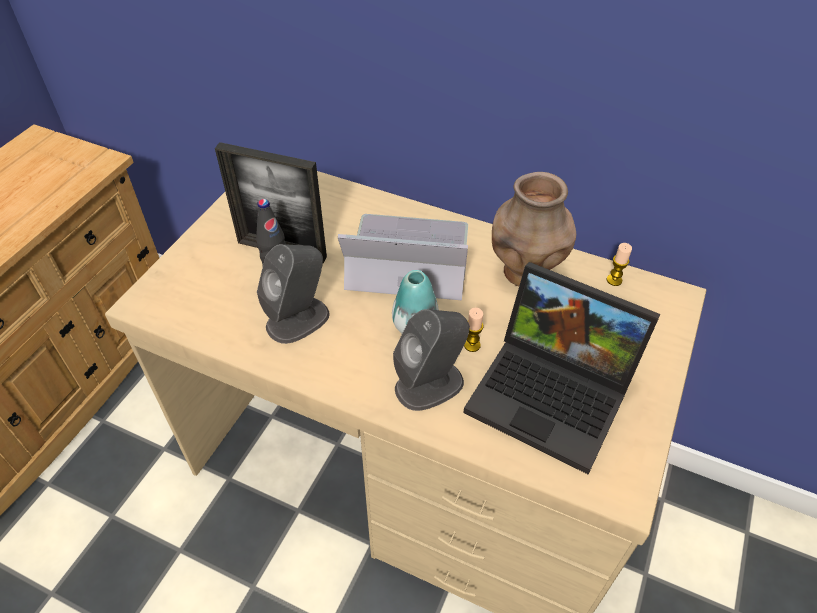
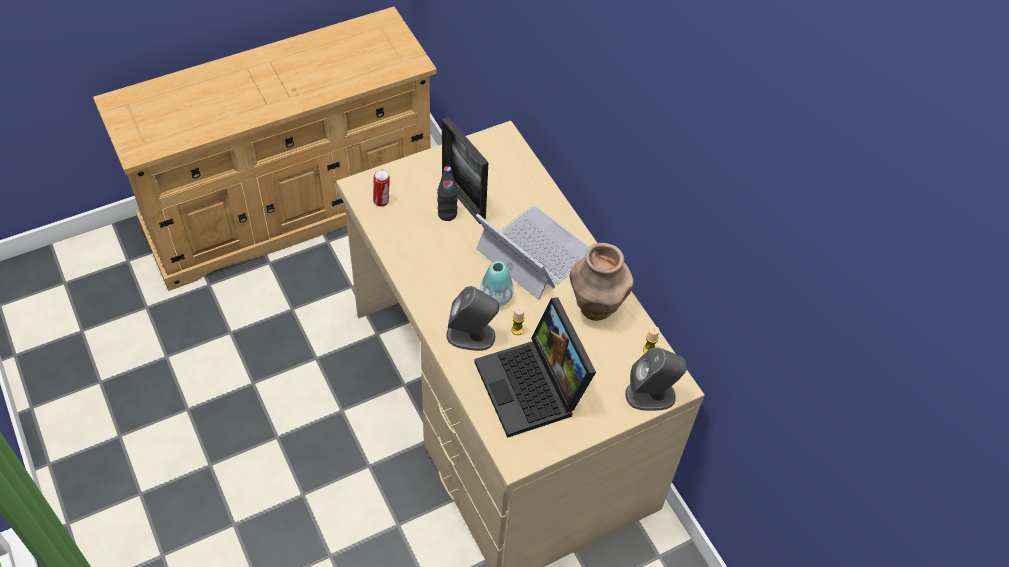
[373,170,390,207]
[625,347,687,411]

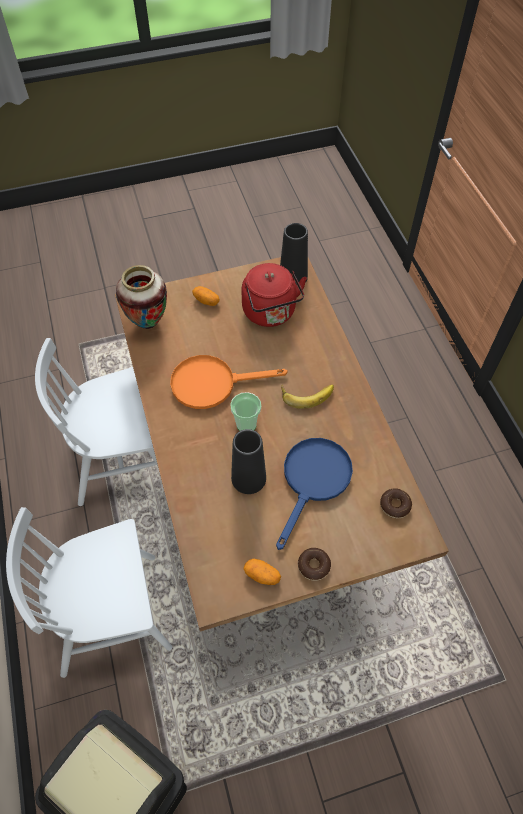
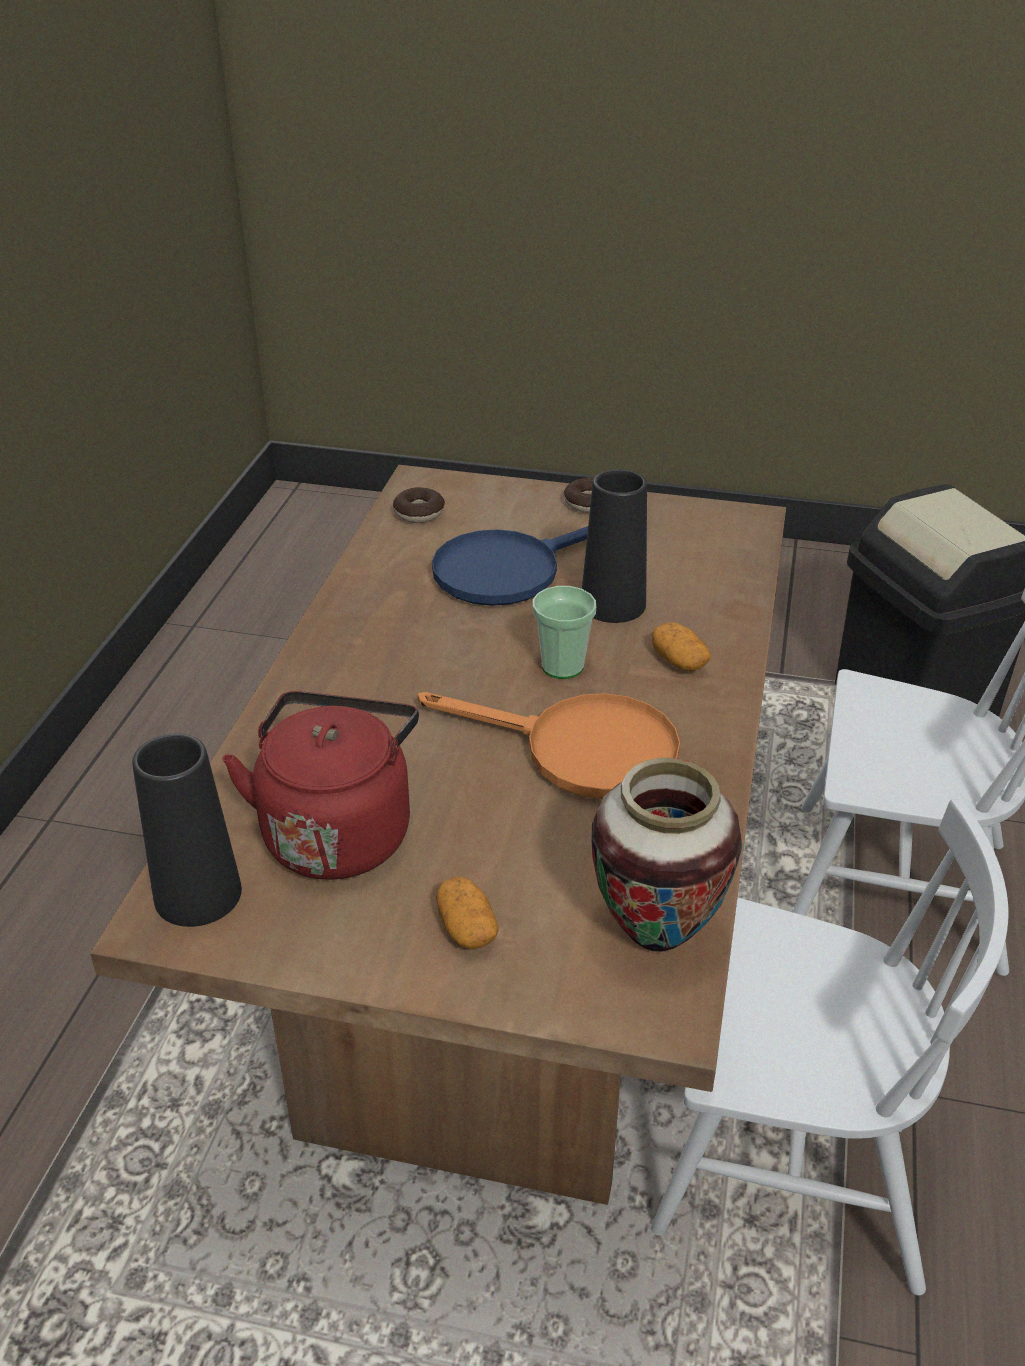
[281,384,334,409] (first image)
[652,622,710,671]

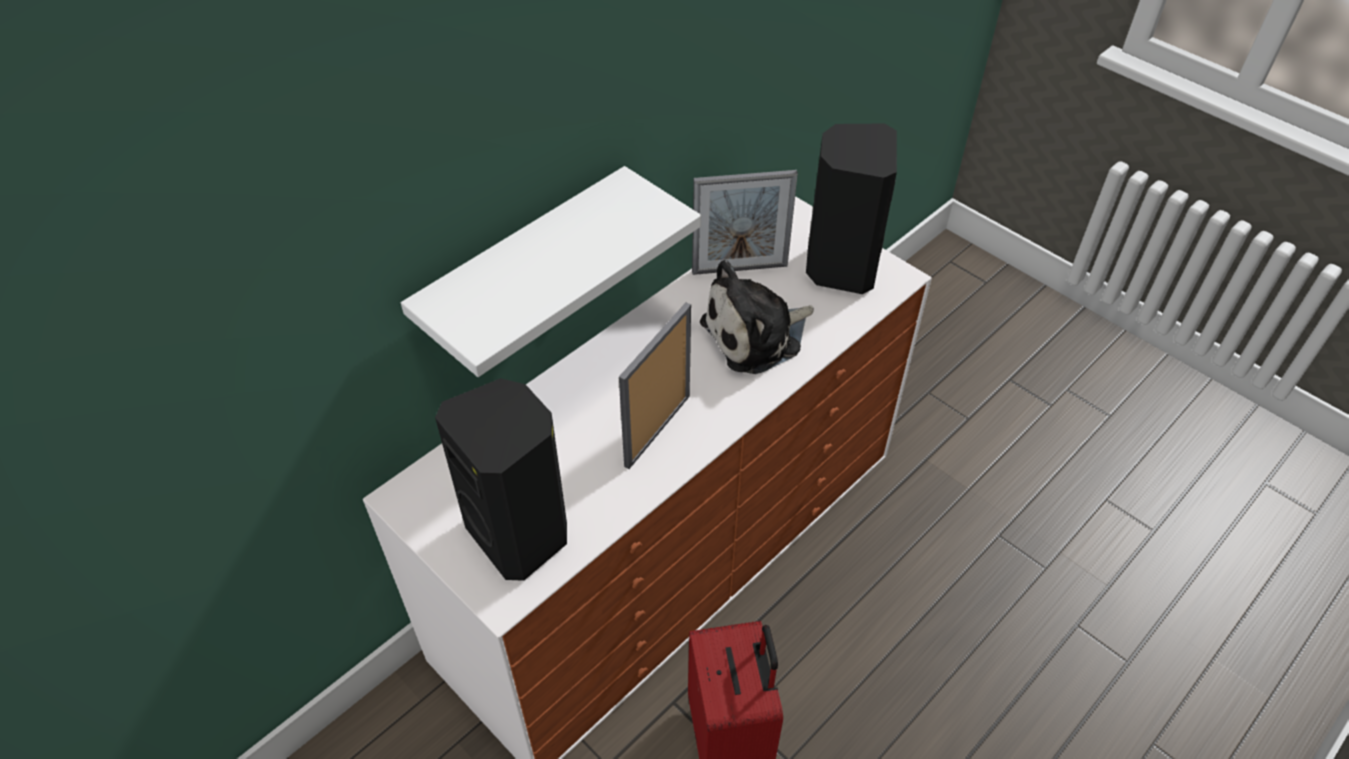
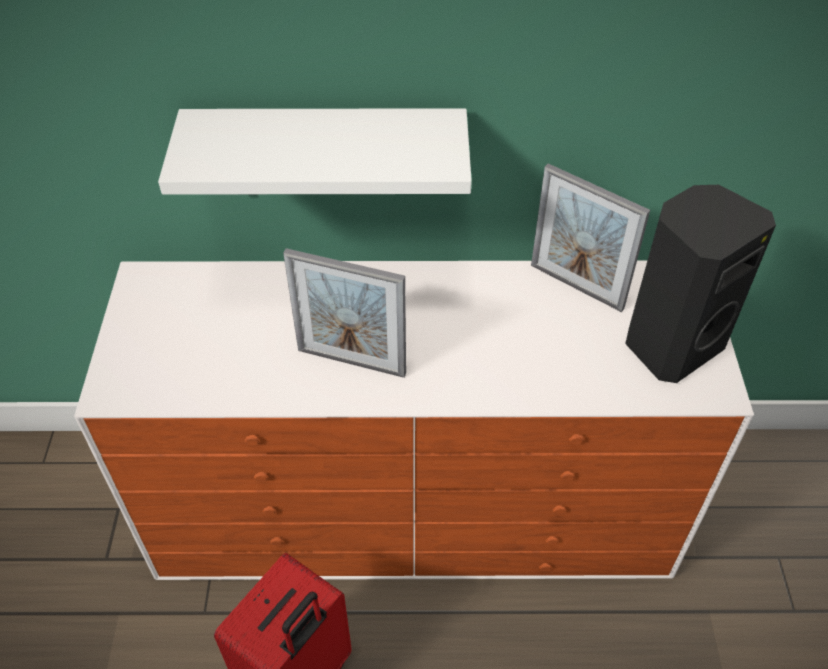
[435,378,567,581] (first image)
[700,260,814,374] (first image)
[283,248,406,378]

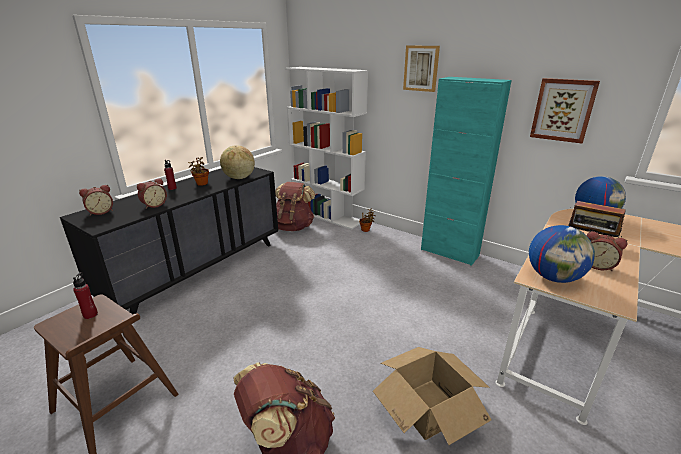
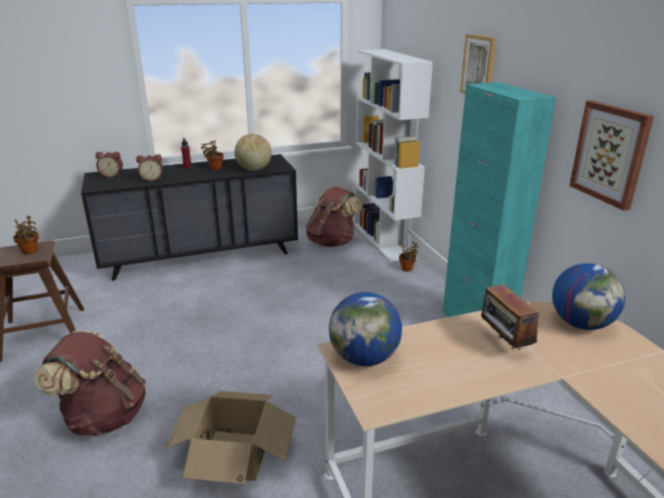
[587,231,628,272] (first image)
[13,216,39,254]

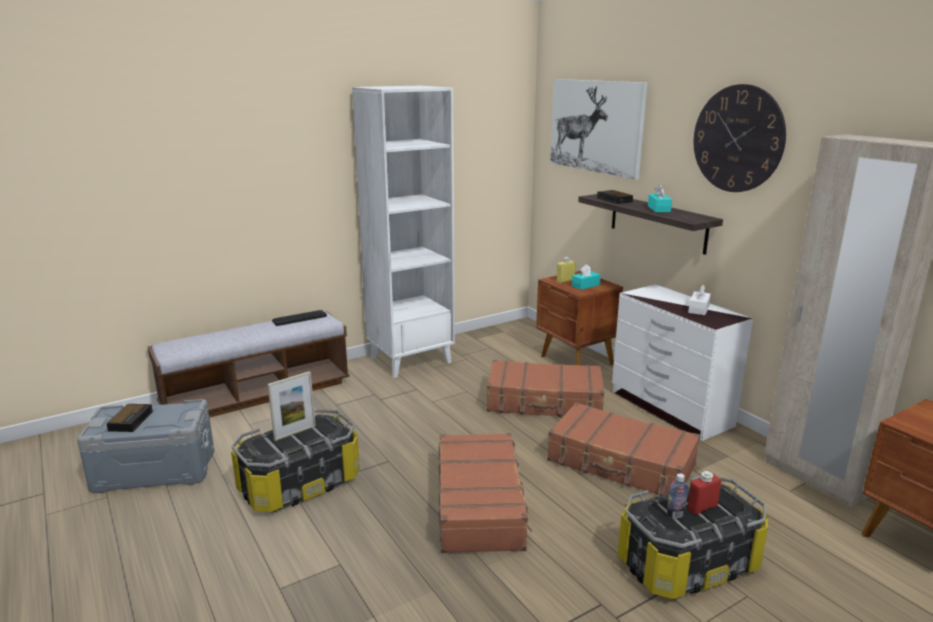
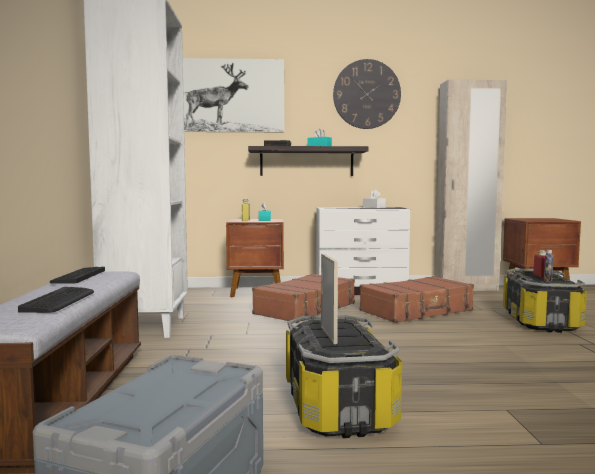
[106,404,153,432] (first image)
[439,433,532,553] (first image)
[18,287,94,313]

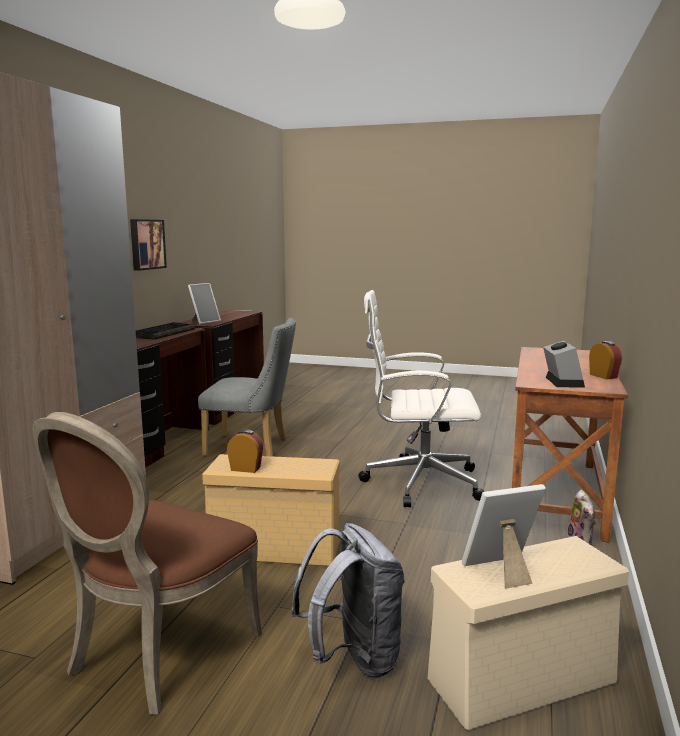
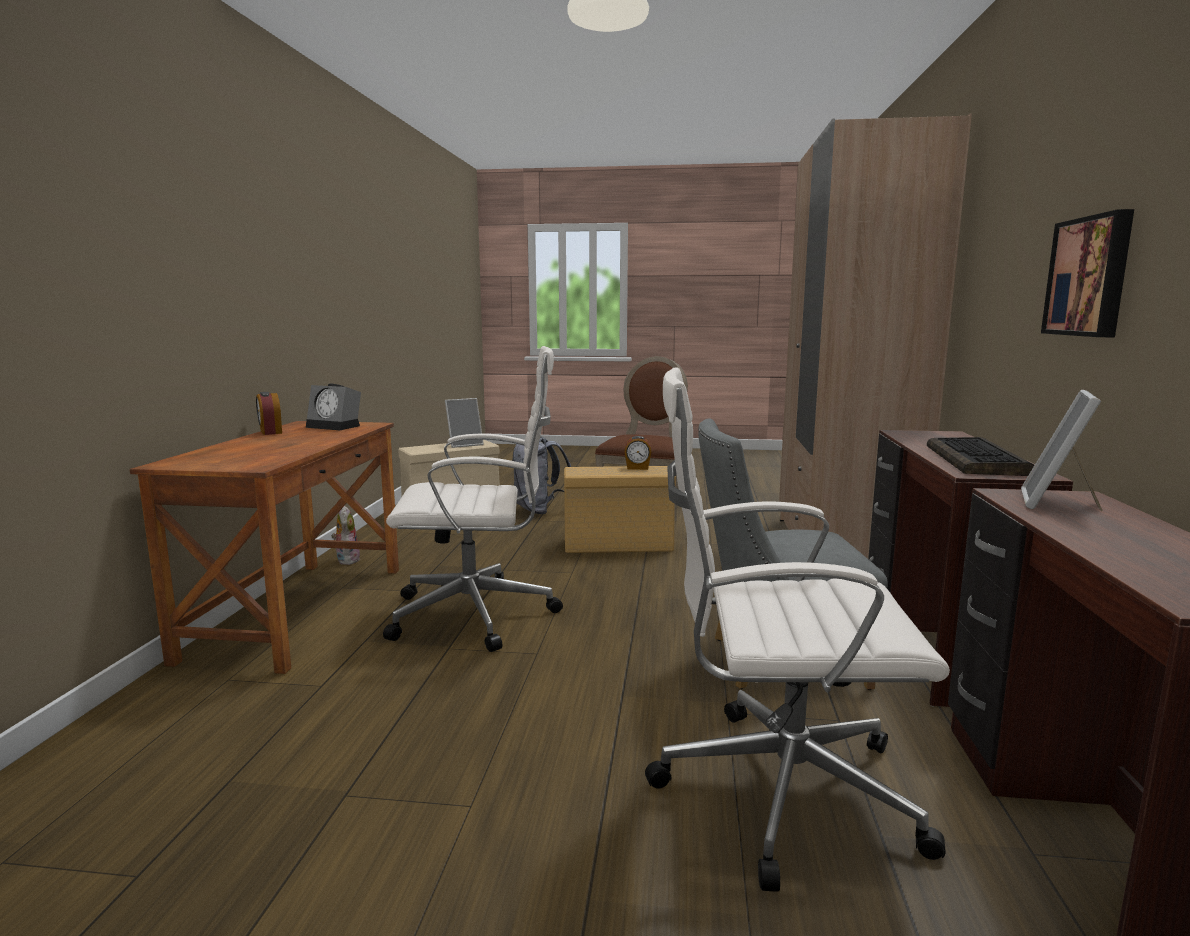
[645,367,950,892]
[306,384,361,430]

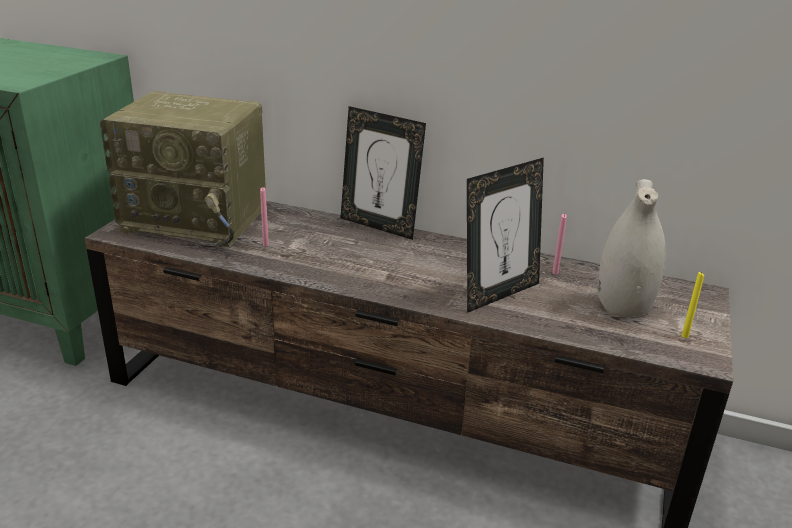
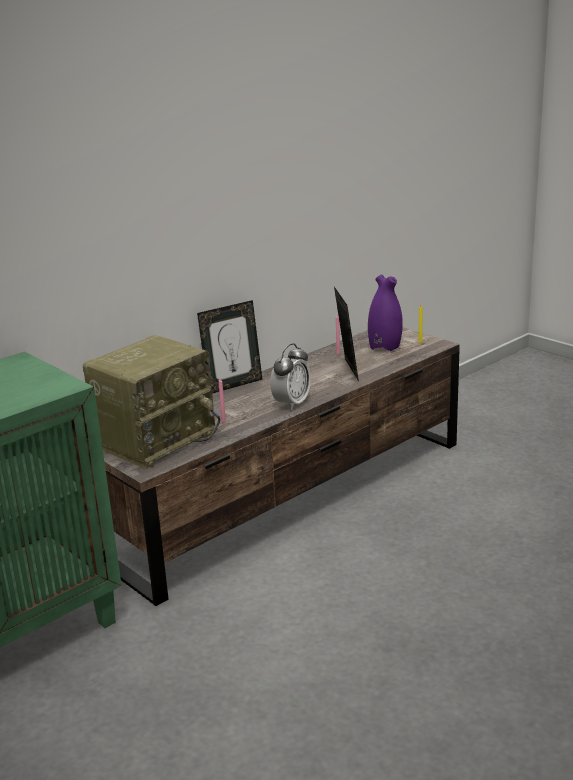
[270,343,311,410]
[368,274,403,351]

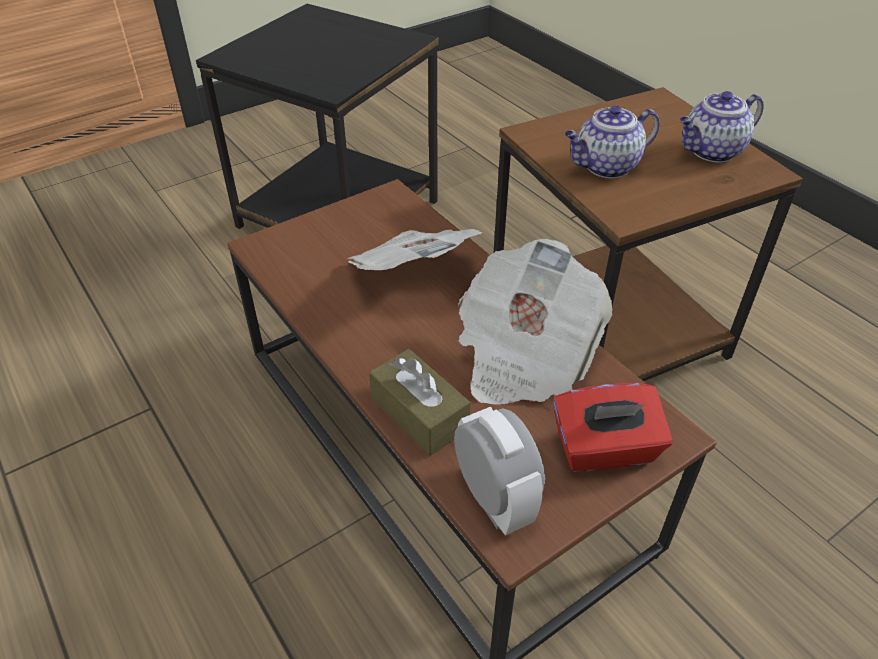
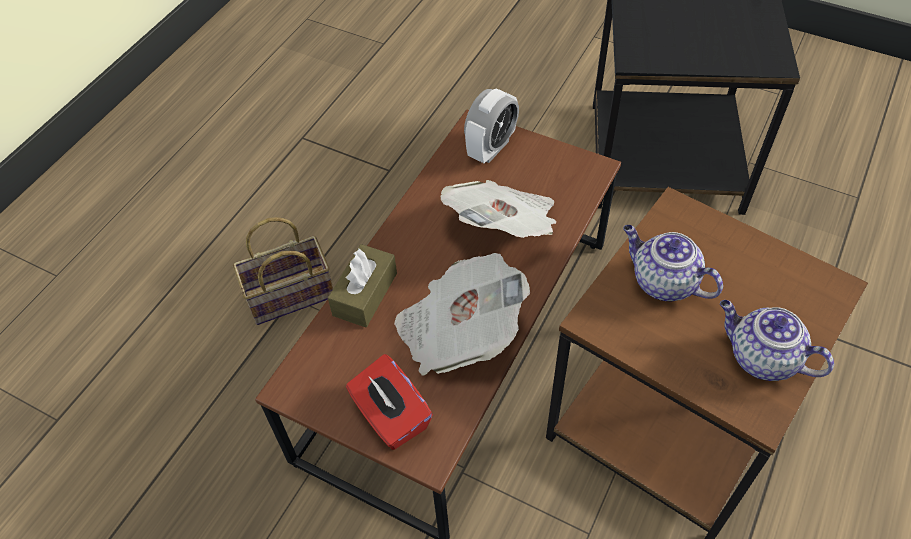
[233,217,333,325]
[464,89,519,163]

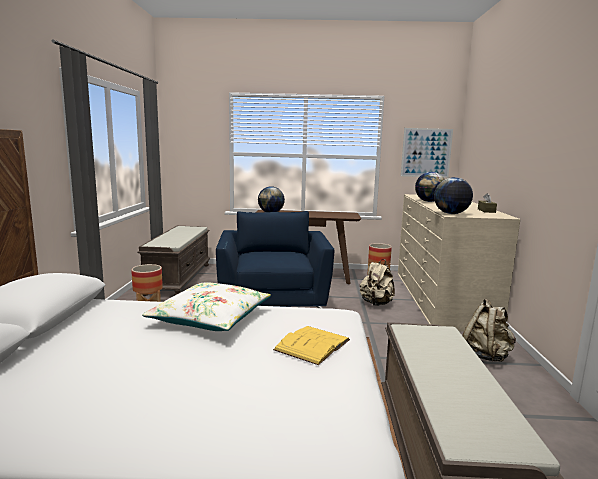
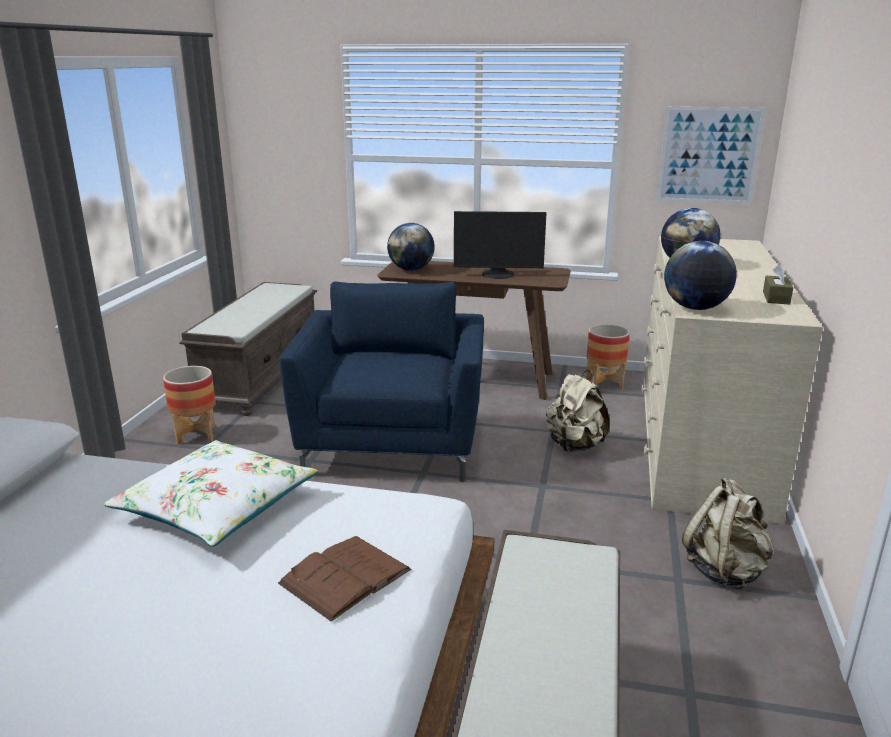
[454,211,547,279]
[278,536,411,622]

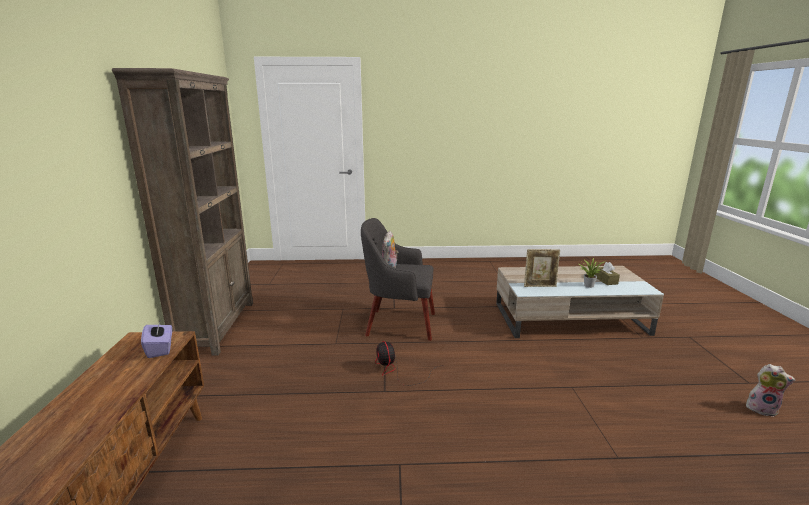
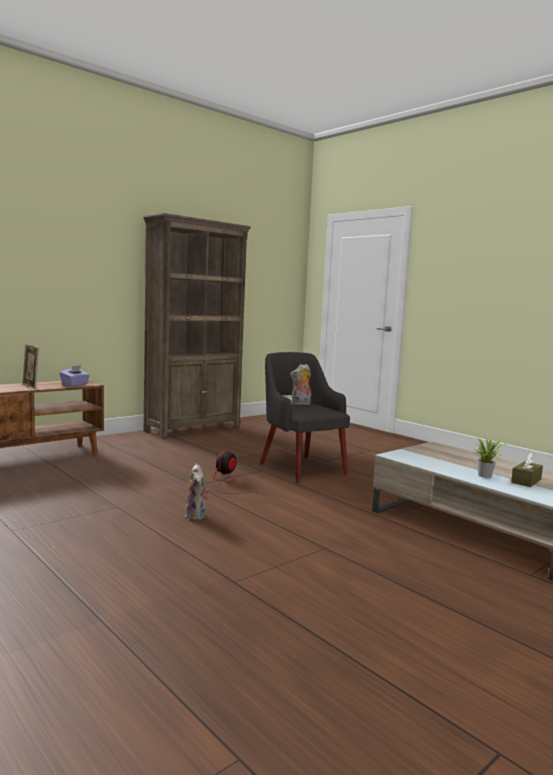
[22,343,39,389]
[185,463,210,521]

